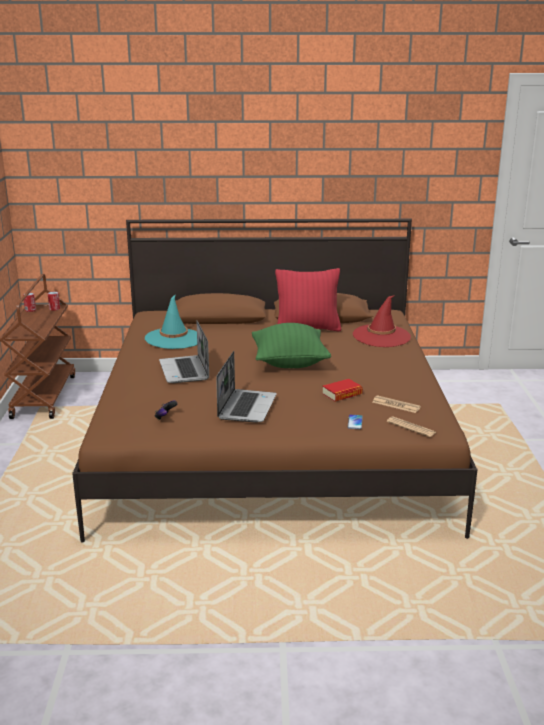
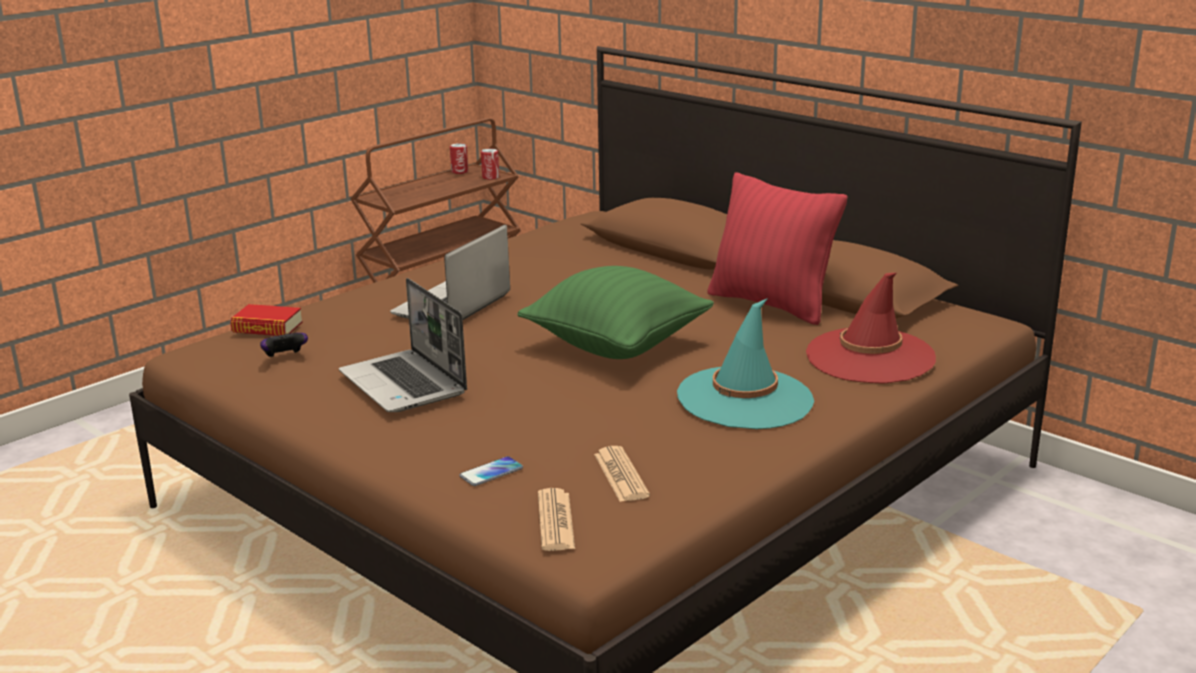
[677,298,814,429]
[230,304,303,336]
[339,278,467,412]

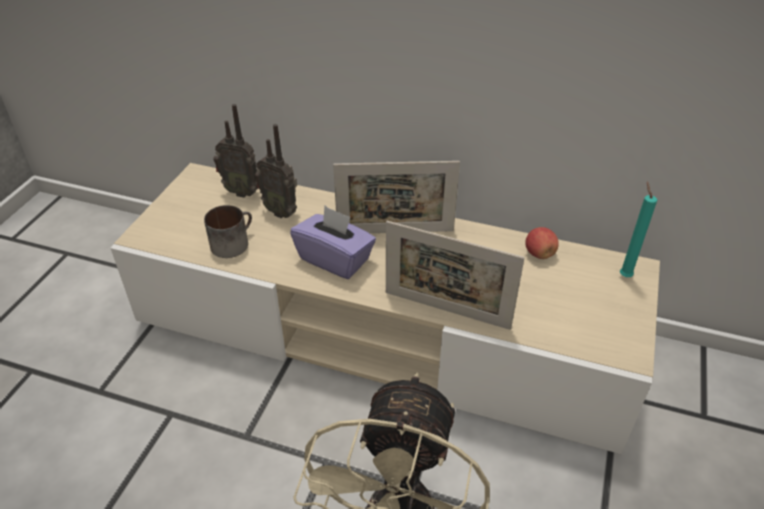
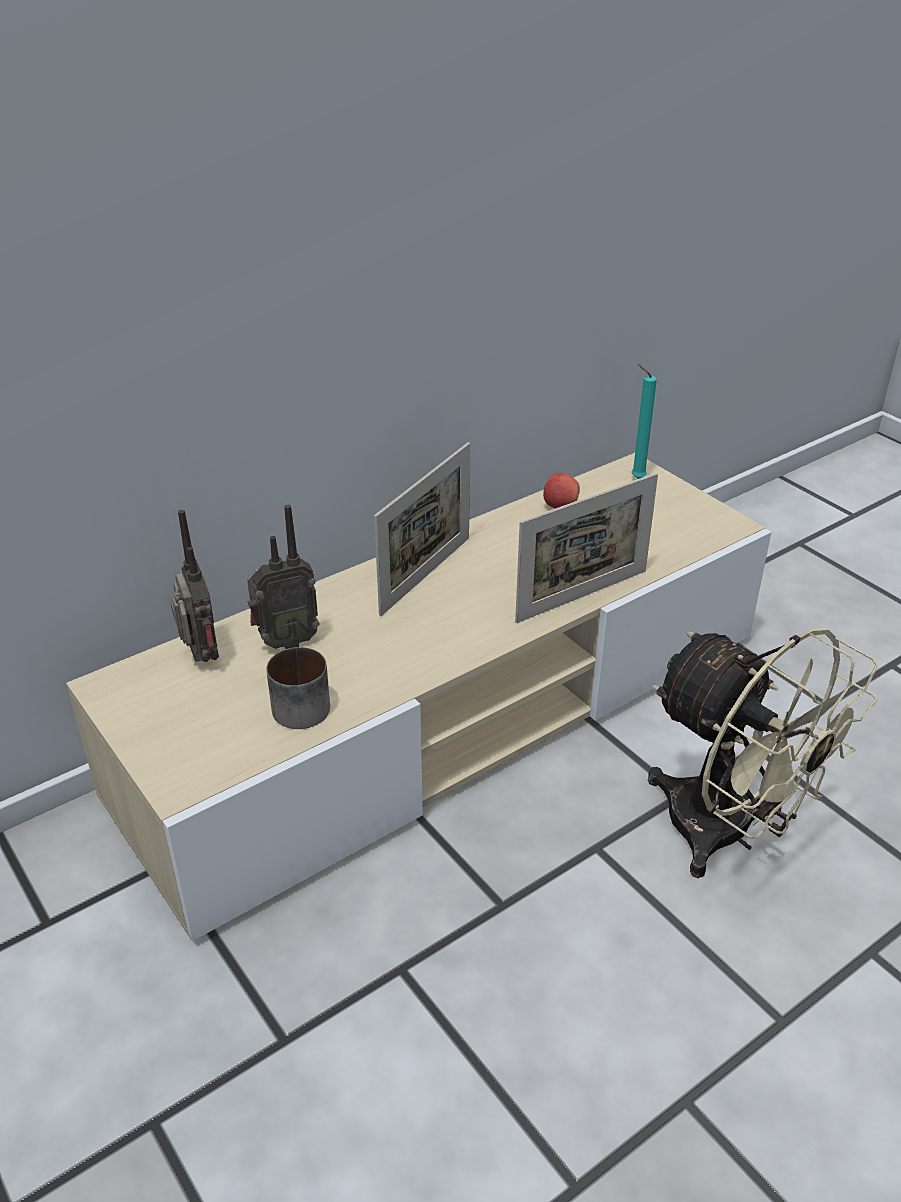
[290,206,376,279] (first image)
[170,510,219,662]

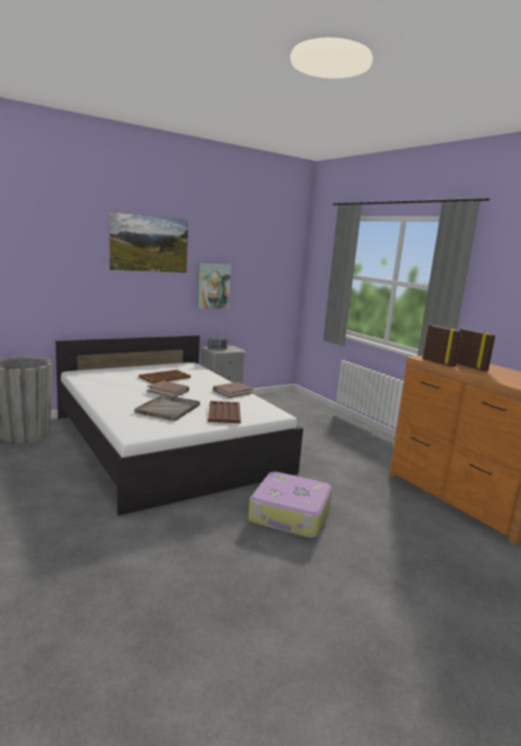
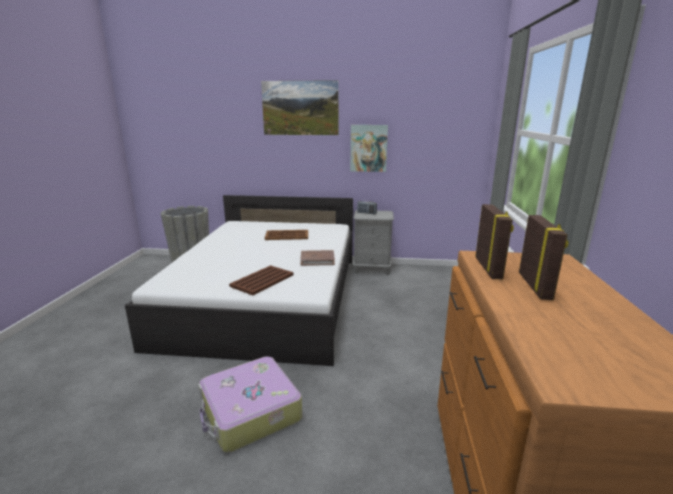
[135,394,200,421] (first image)
[147,381,189,397] (first image)

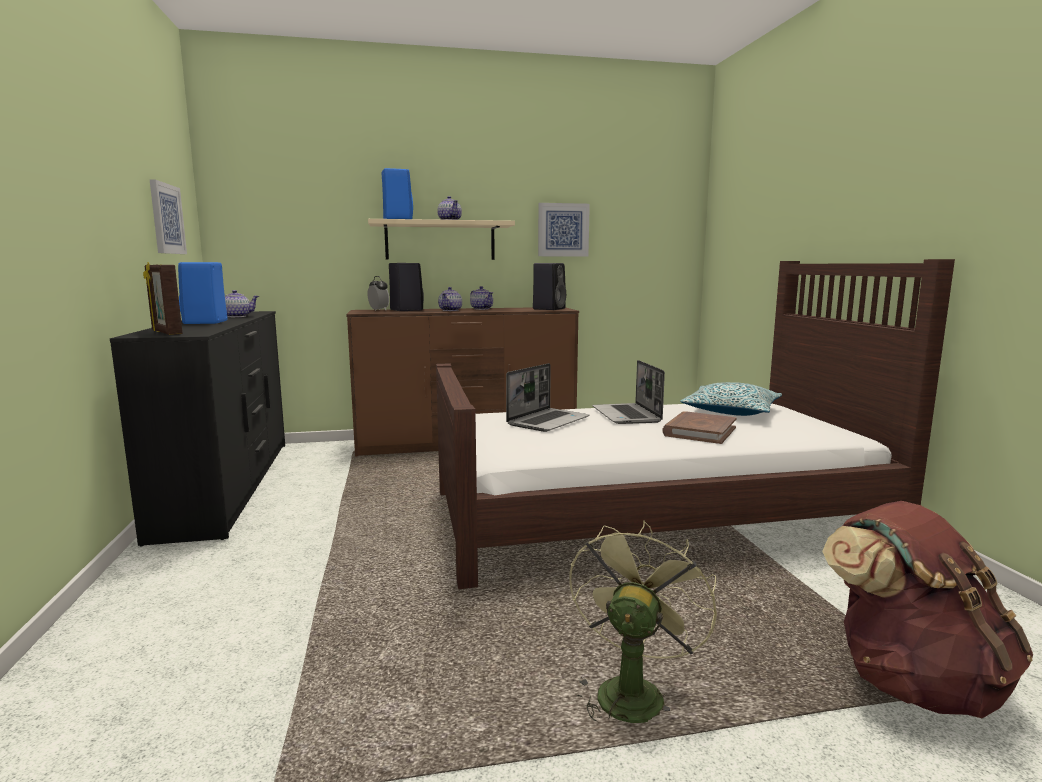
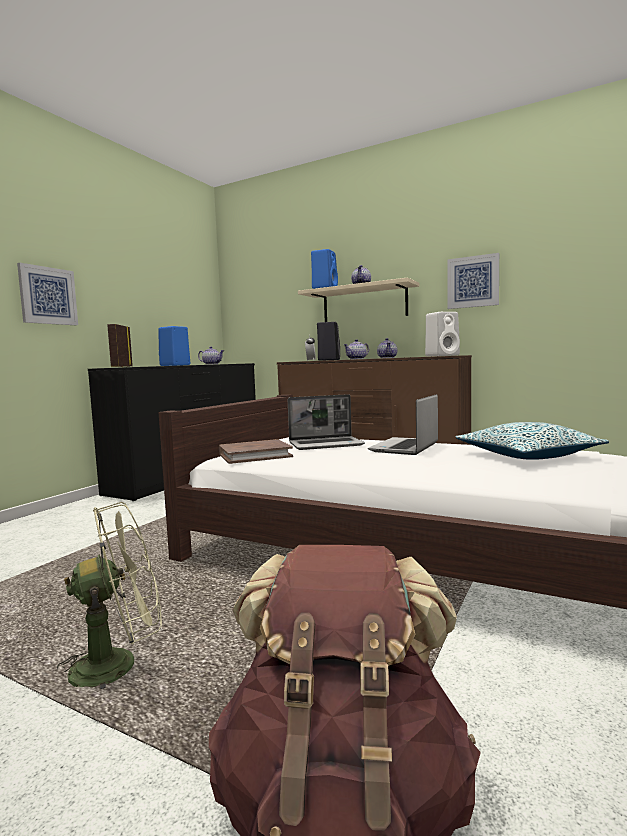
[17,263,78,325]
[219,439,293,464]
[425,312,460,356]

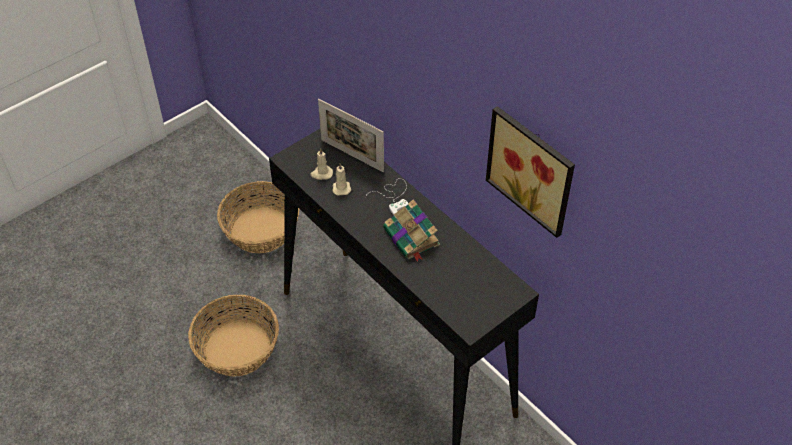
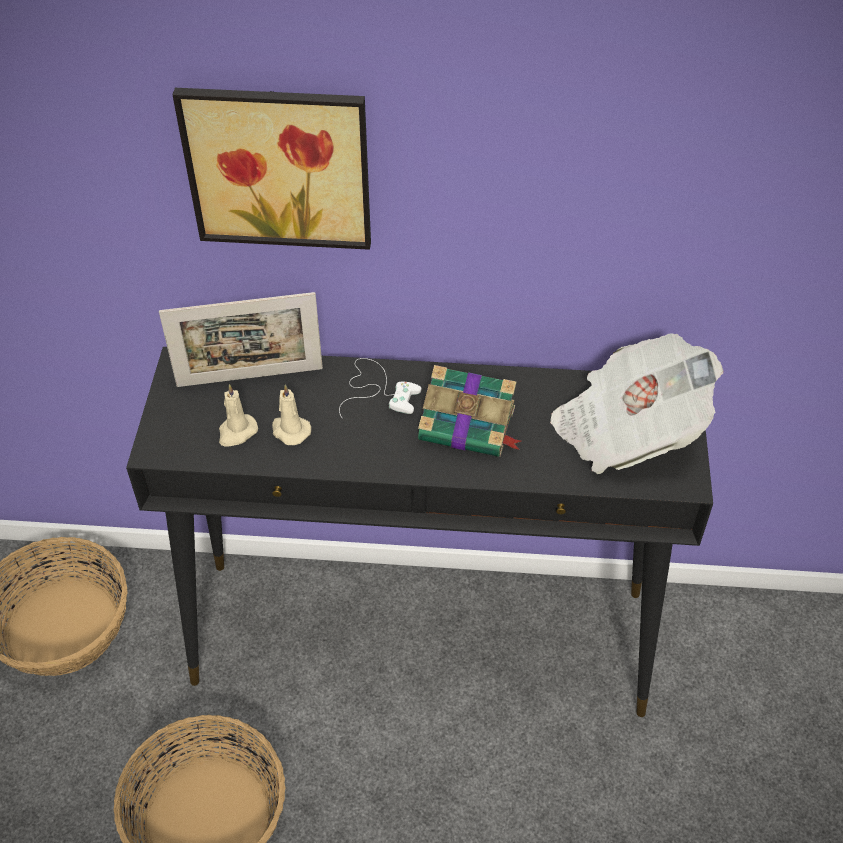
[550,334,723,474]
[172,88,371,250]

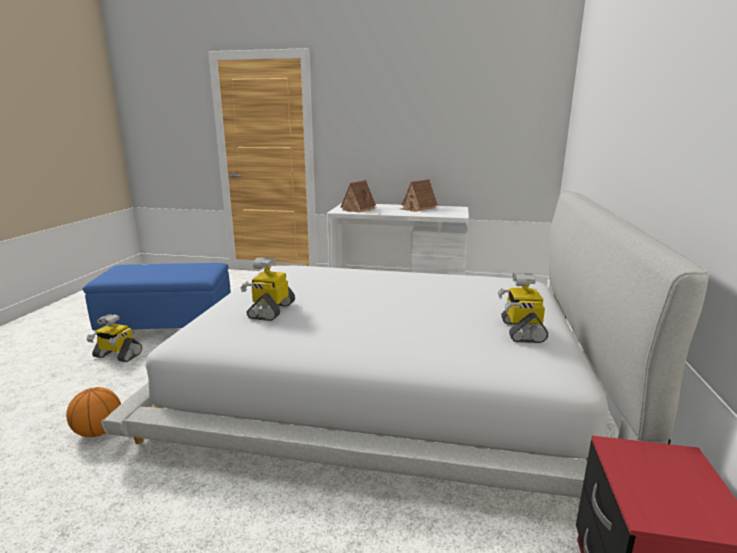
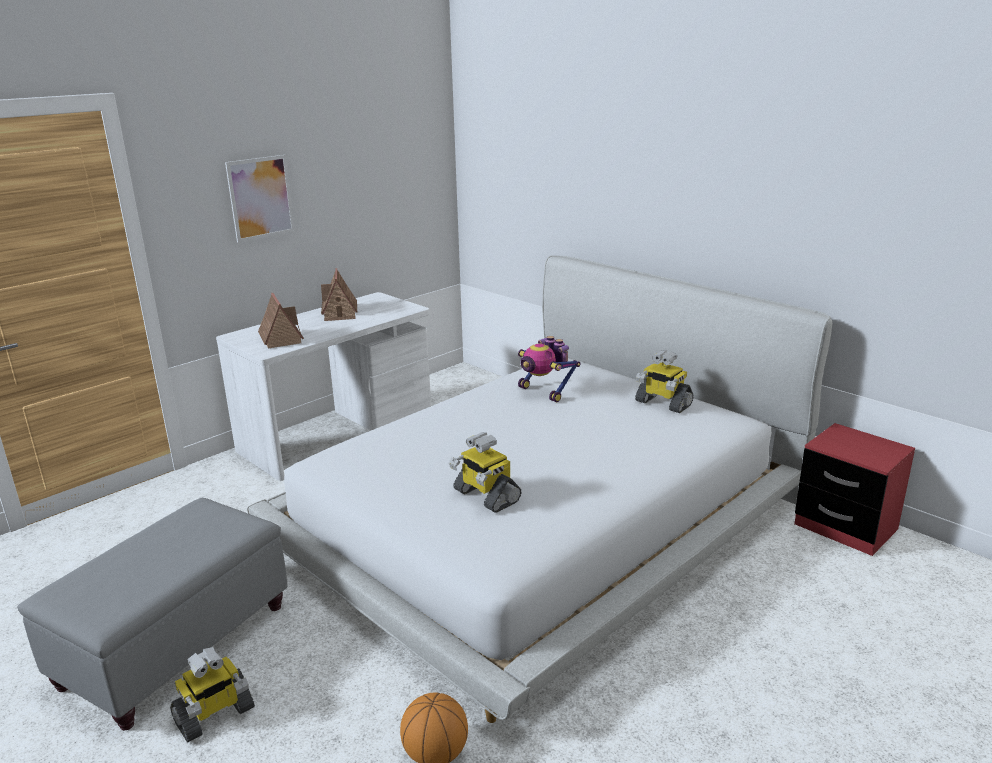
[225,155,295,243]
[518,336,580,402]
[17,498,287,730]

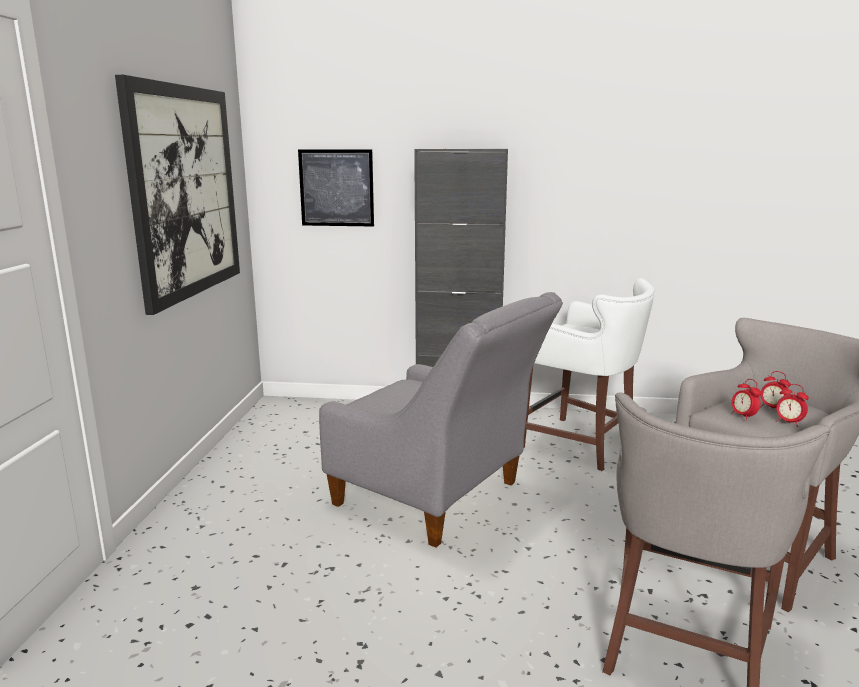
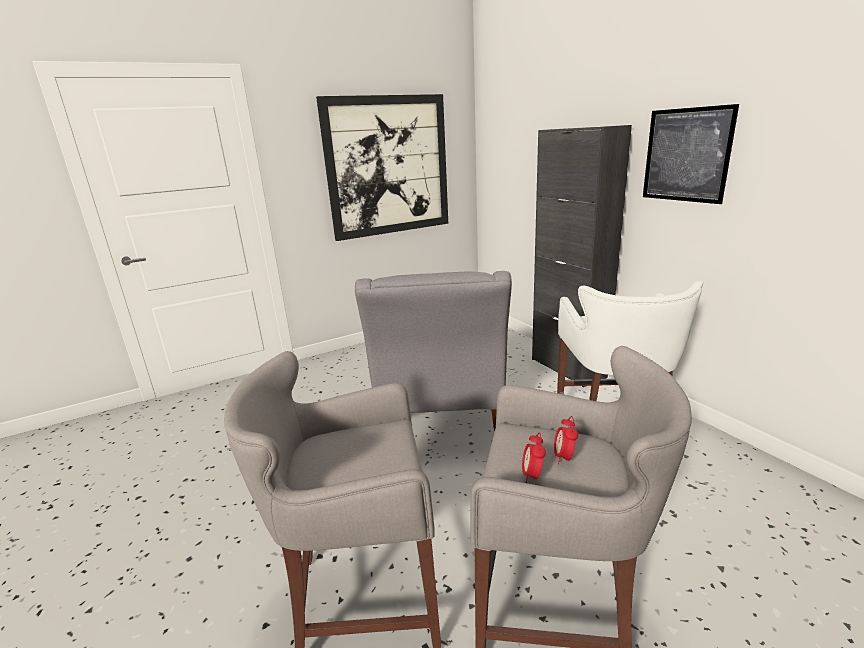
[731,379,762,421] (first image)
[643,104,739,204]

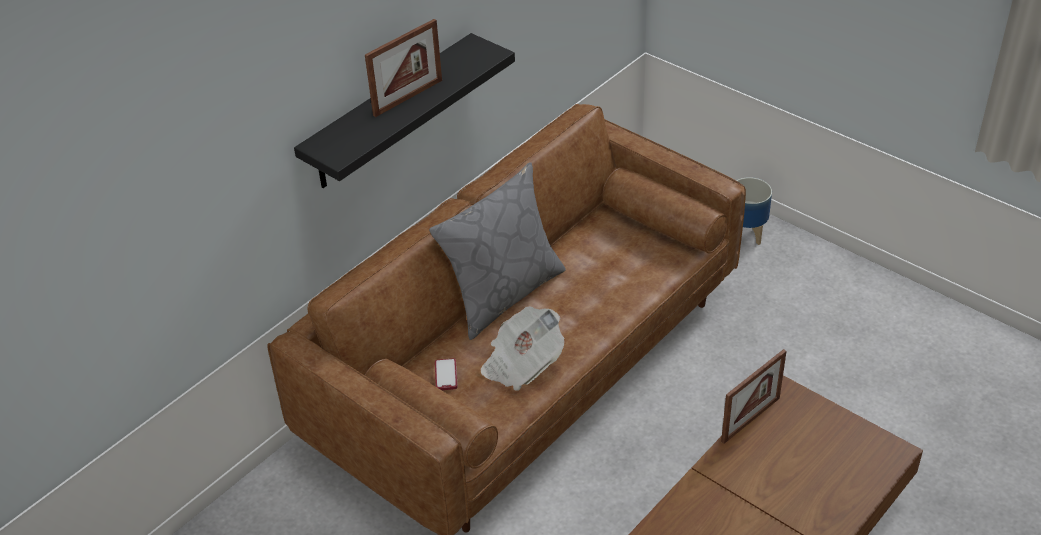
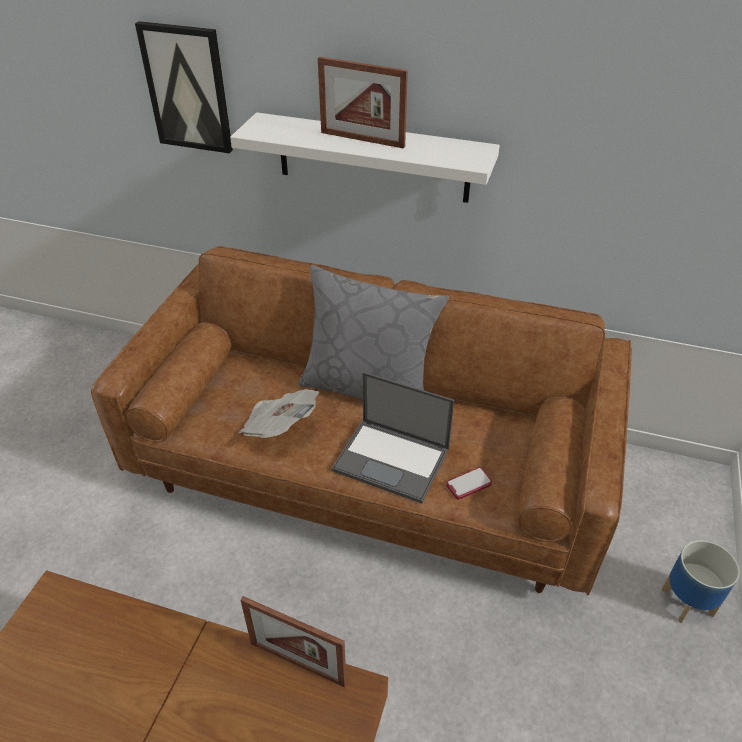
[135,21,233,153]
[332,372,454,504]
[446,467,492,500]
[230,112,500,203]

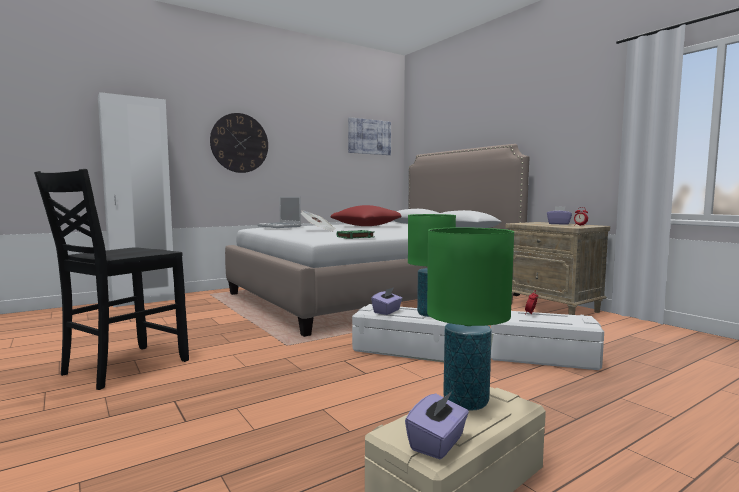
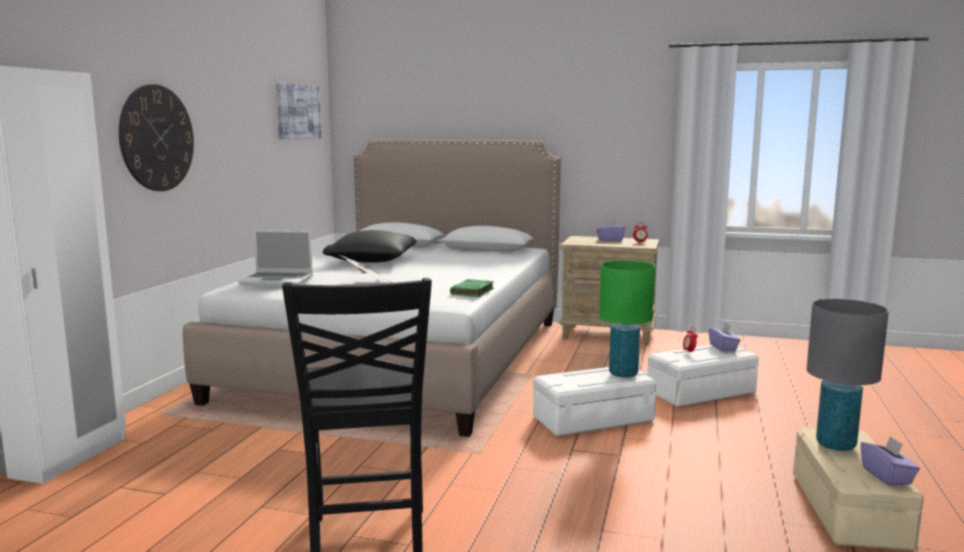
[708,323,740,352]
[323,230,417,263]
[807,299,889,451]

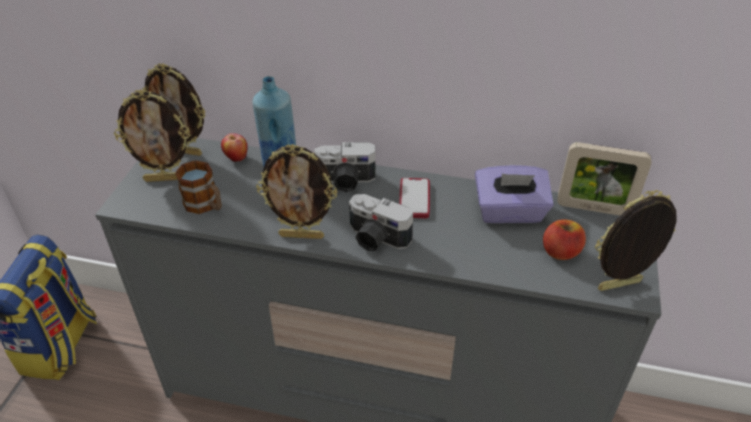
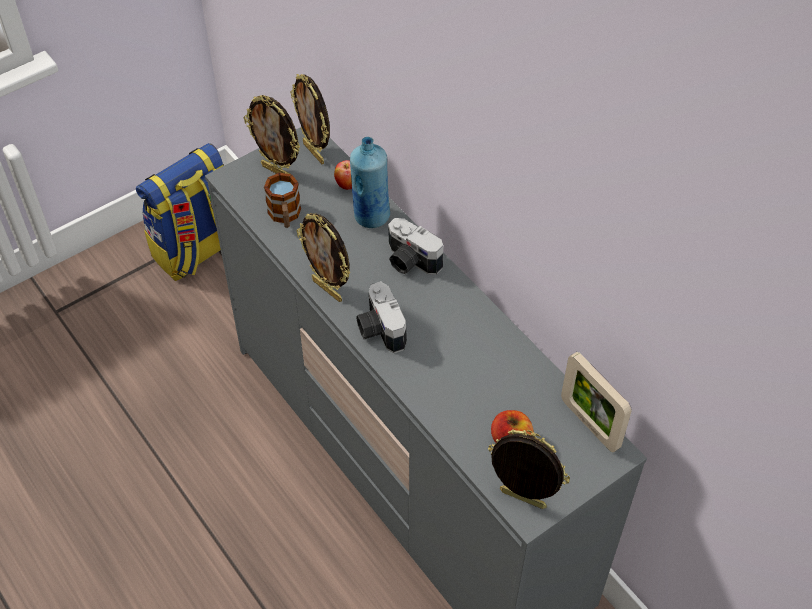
[399,178,430,218] (first image)
[475,165,553,223] (first image)

